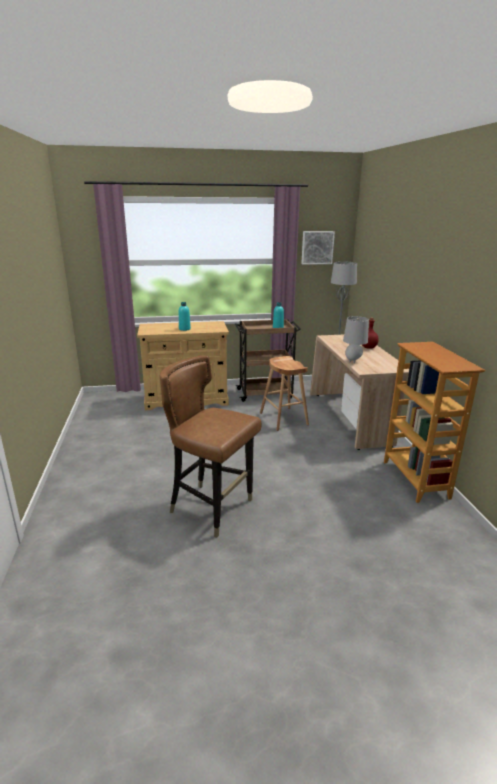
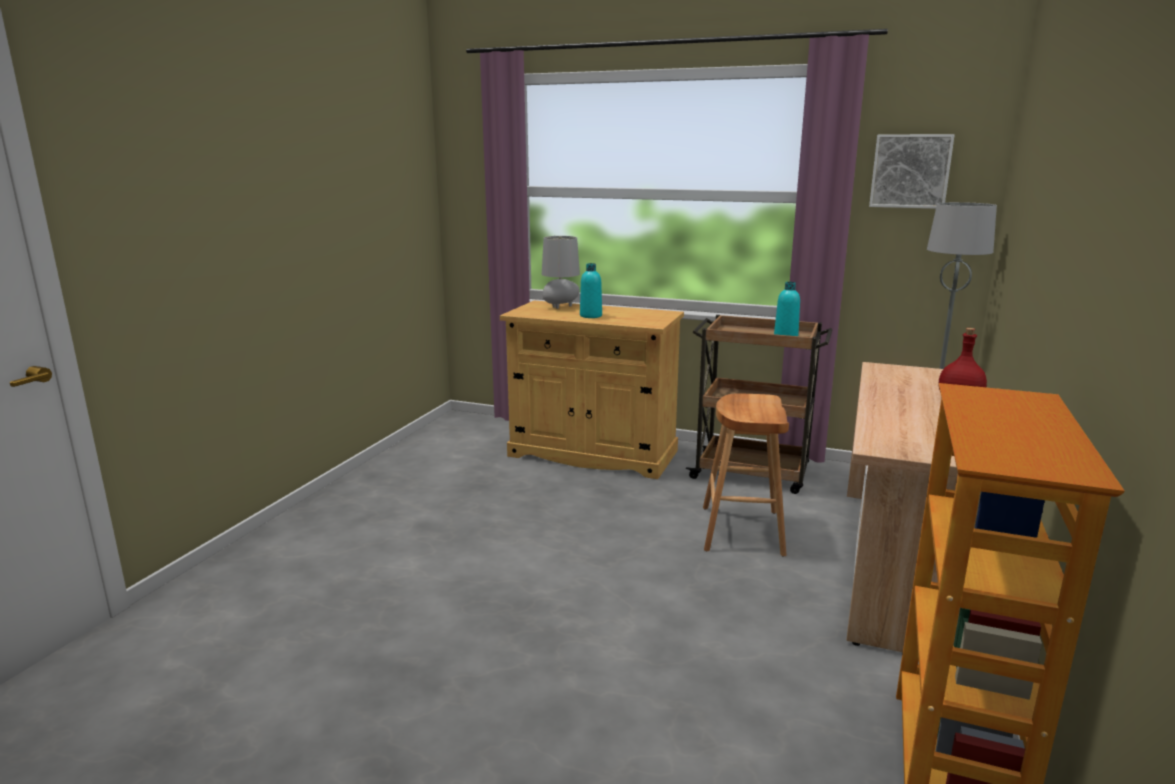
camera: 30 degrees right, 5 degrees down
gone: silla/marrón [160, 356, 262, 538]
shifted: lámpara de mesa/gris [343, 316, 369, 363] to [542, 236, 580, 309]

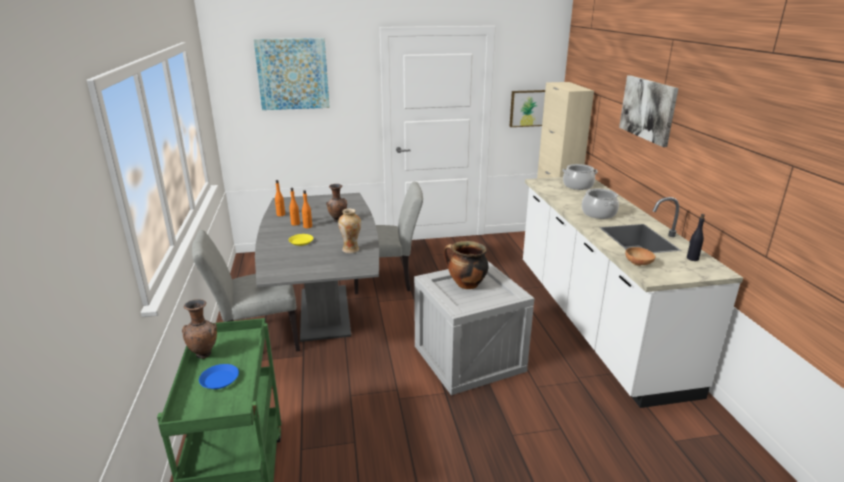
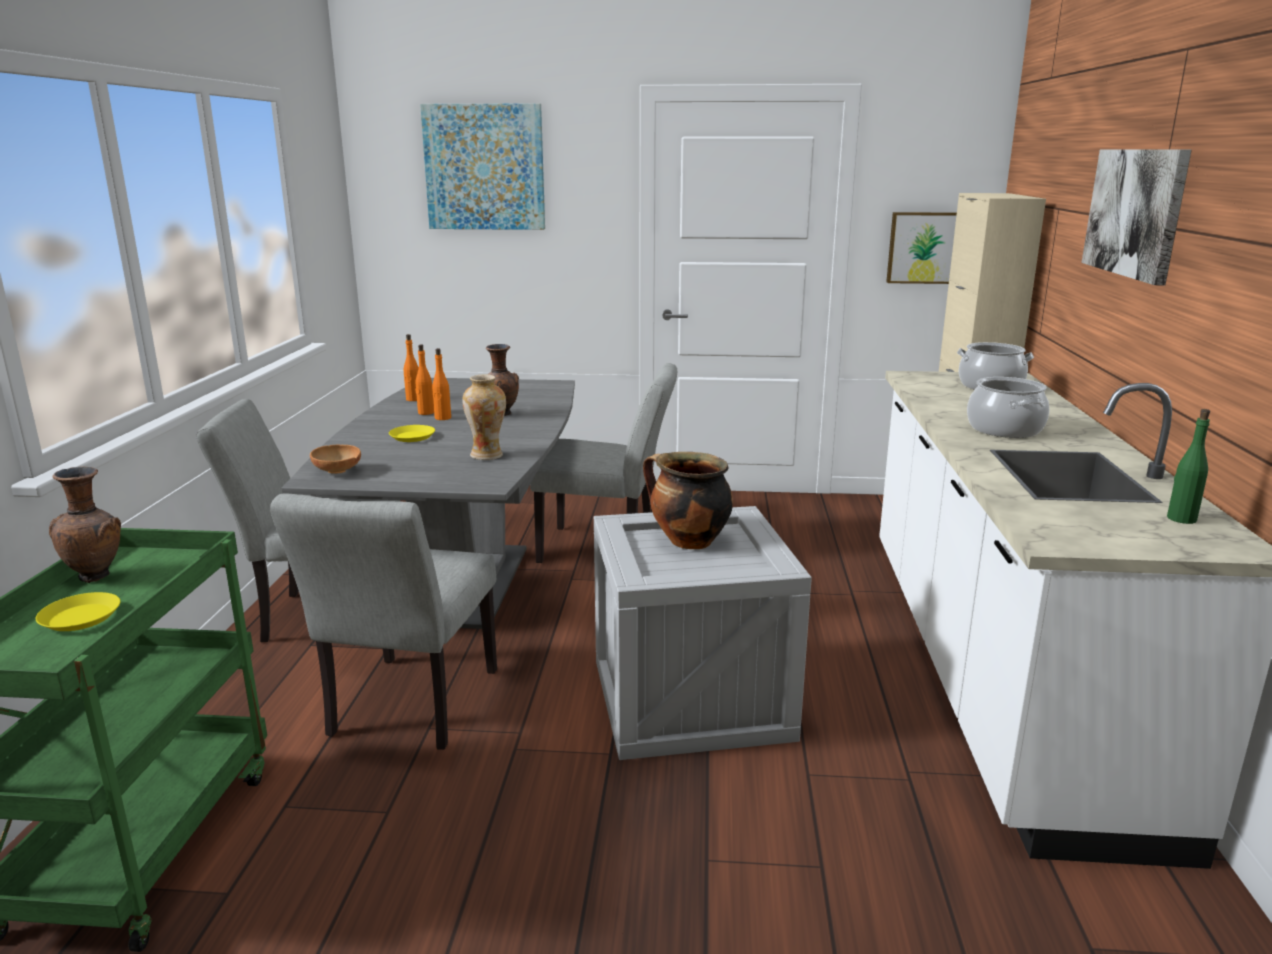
camera: 15 degrees right, 5 degrees down
new: silla/gris [270, 494, 497, 750]
shifted: cuenco/marrón [625, 247, 656, 266] to [310, 445, 361, 474]
repainted: plato/azul [199, 364, 239, 389] to plato/amarillo [36, 592, 120, 631]; botella/negro [687, 214, 705, 261] to botella/verde [1167, 409, 1210, 524]

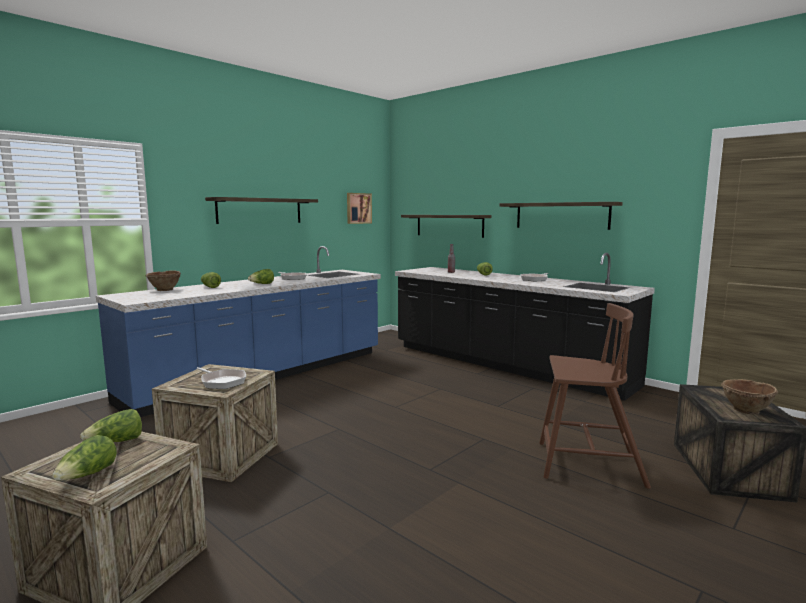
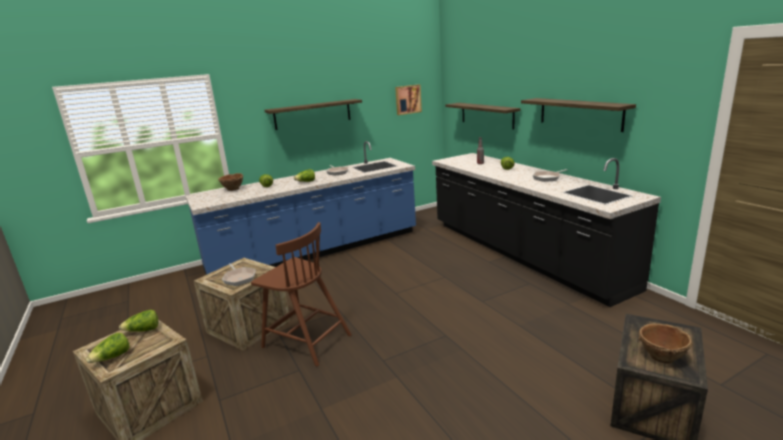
camera: 20 degrees right, 10 degrees up
shifted: silla/marrón [539, 303, 651, 489] to [251, 222, 352, 366]

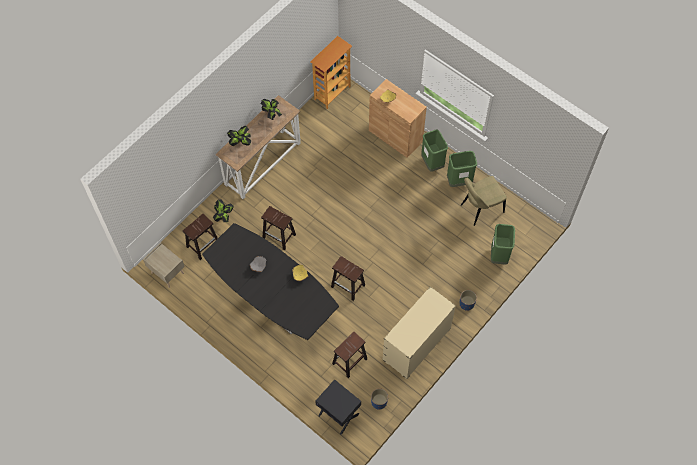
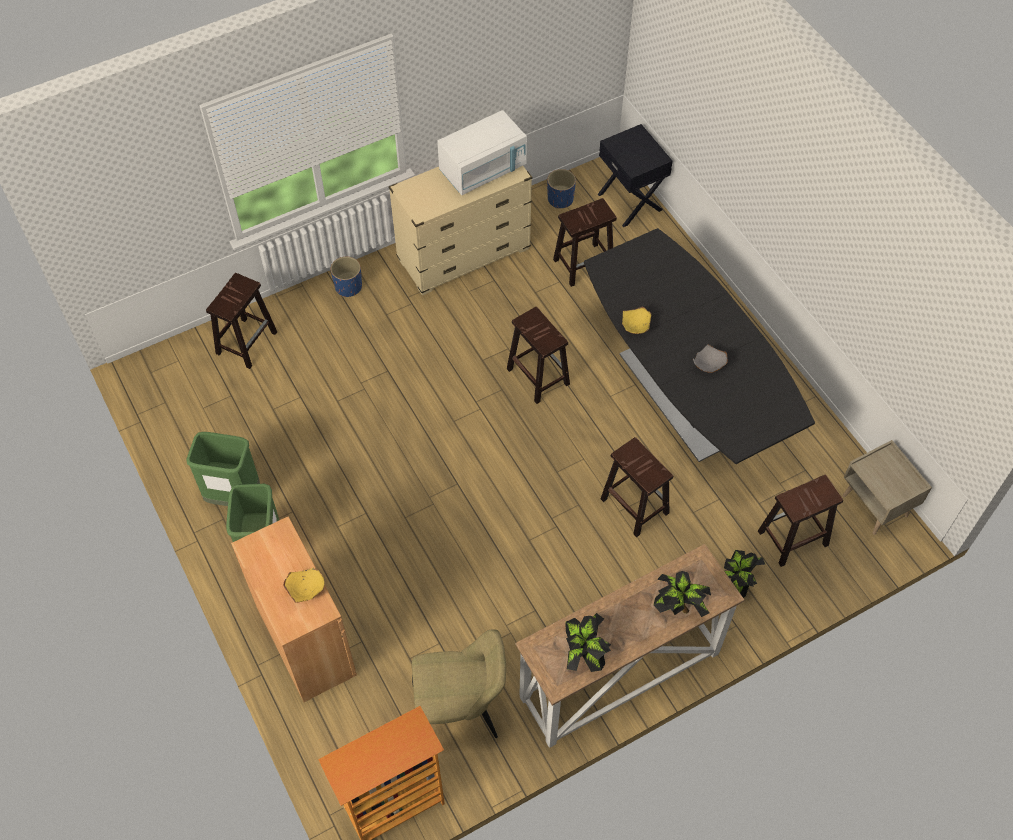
camera: 160 degrees left, 5 degrees down
new: microondas/blanco [437, 110, 527, 195]
shifted: silla/beis [461, 176, 507, 226] to [412, 629, 506, 738]
swapped: papelera/verde [491, 224, 515, 265] to taburete/marrón [206, 273, 277, 369]

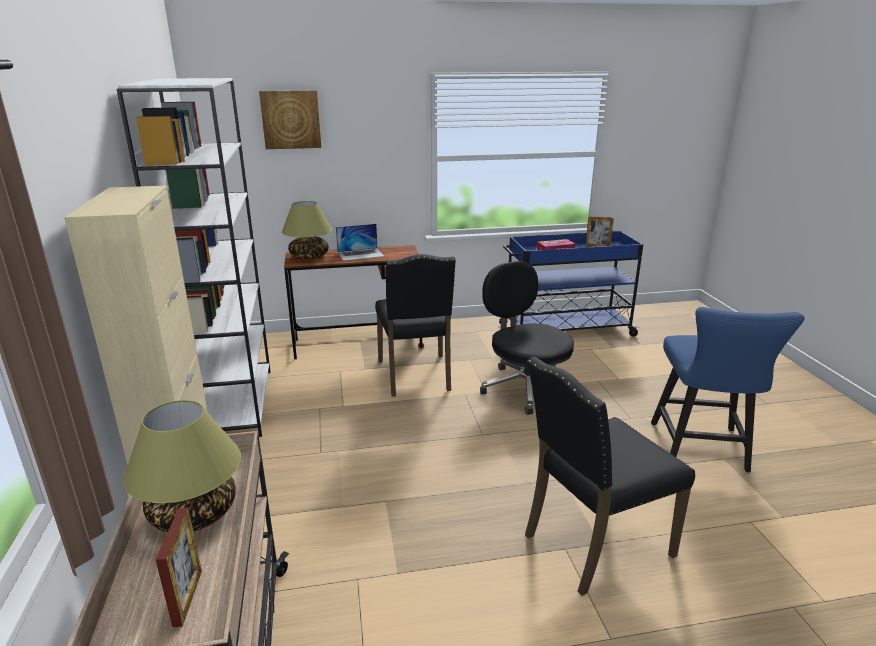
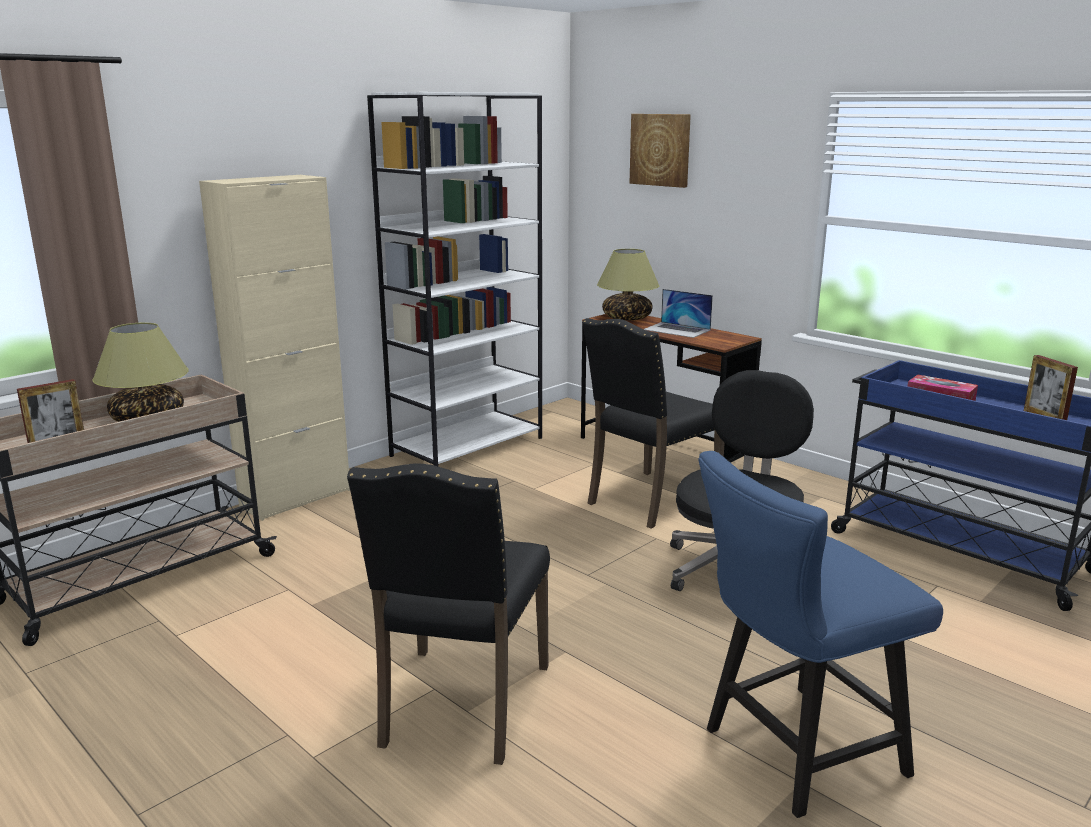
camera: 55 degrees right, 5 degrees down
rotated: silla/negro [525, 357, 695, 596] = [347, 463, 550, 765] 105 degrees counterclockwise

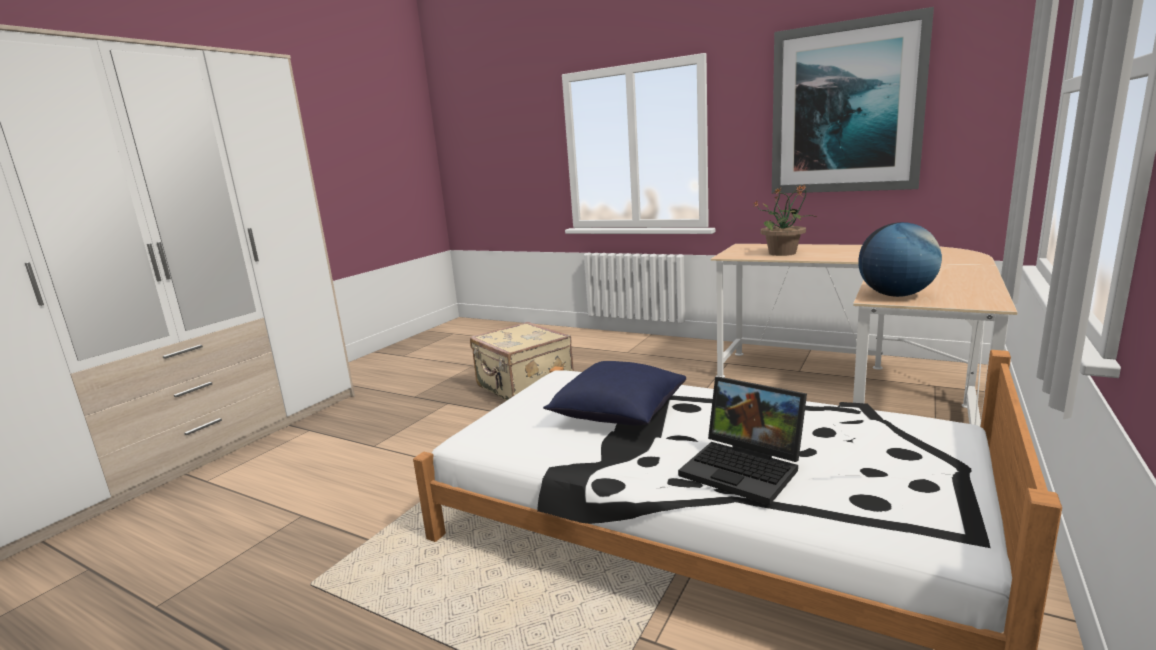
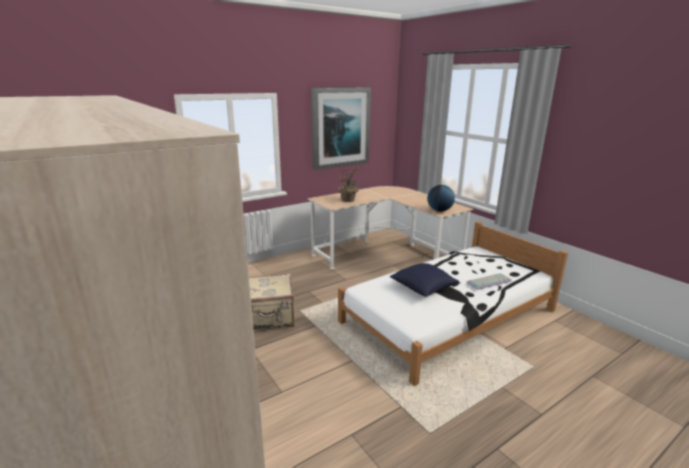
camera: 65 degrees left, 5 degrees up
swapped: portátil [678, 377, 807, 505] to teclado [466, 273, 512, 290]

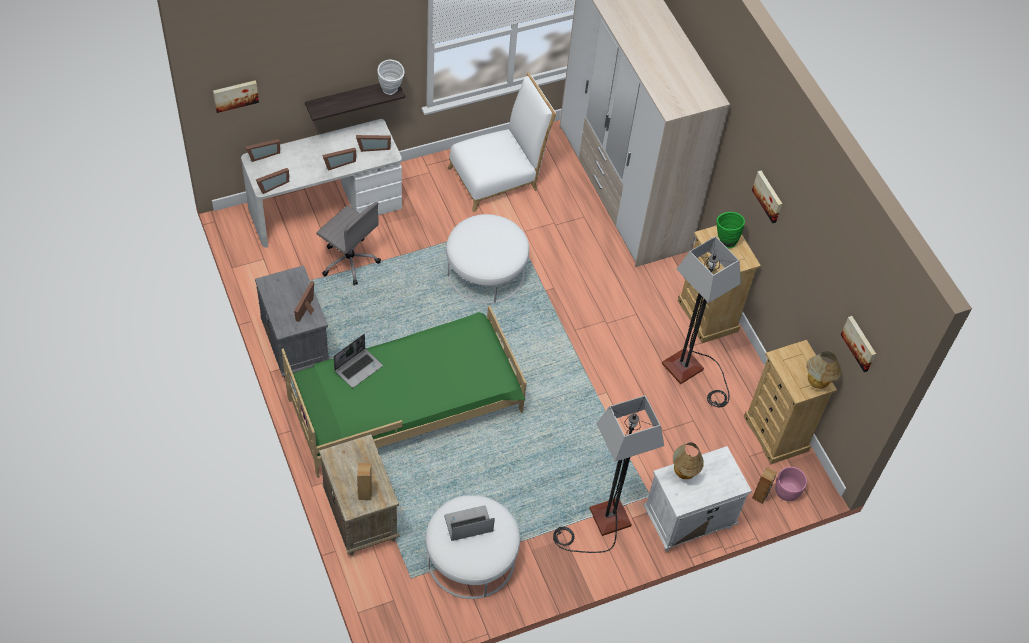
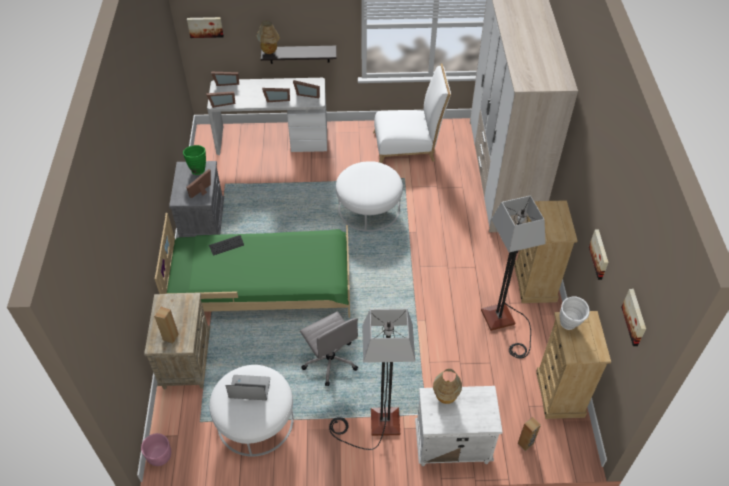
camera: 25 degrees right, 5 degrees down
shifted: silla de oficina/gris [316, 202, 381, 285] to [300, 311, 358, 386]; florero/blanco [377, 60, 405, 95] to [560, 296, 590, 330]; florero/verde [716, 212, 745, 249] to [183, 145, 206, 175]; cuadro [752, 171, 782, 223] to [589, 229, 609, 280]; maceta/rosa [775, 467, 807, 501] to [141, 433, 171, 466]; lámpara de mesa [806, 351, 841, 389] to [256, 21, 280, 54]
swapped: portátil [333, 334, 383, 388] to teclado [209, 235, 244, 255]

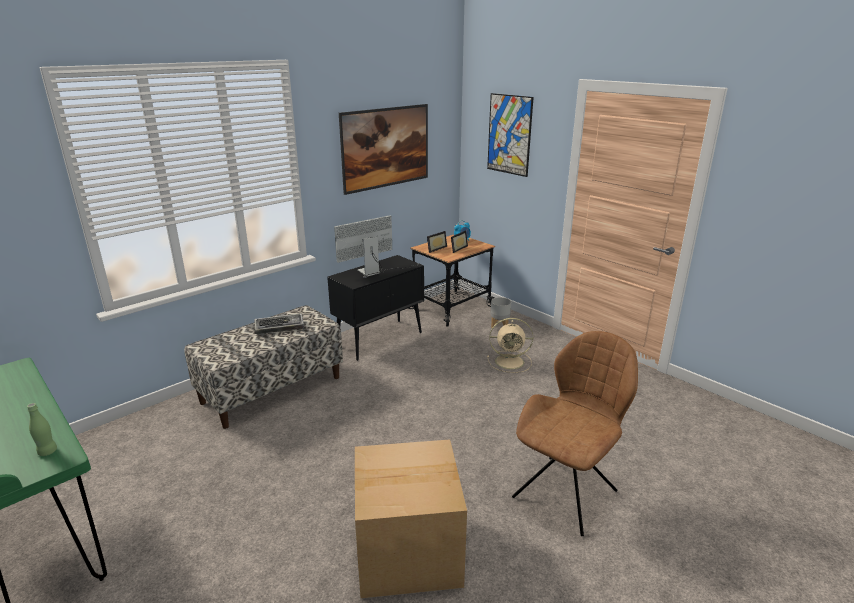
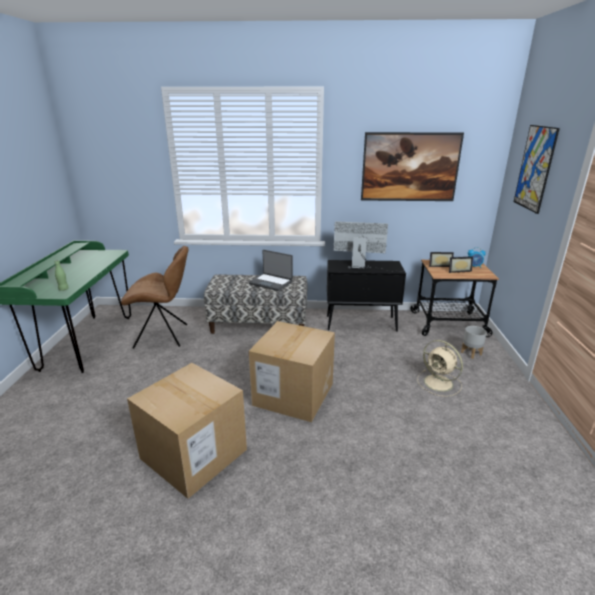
camera: 45 degrees right, 0 degrees up
new: caja de cartón [249, 321, 335, 422]
shifted: silla/marrón [512, 331, 638, 536] to [121, 246, 188, 349]
swapped: teclado [254, 313, 304, 334] to portátil [249, 250, 293, 291]

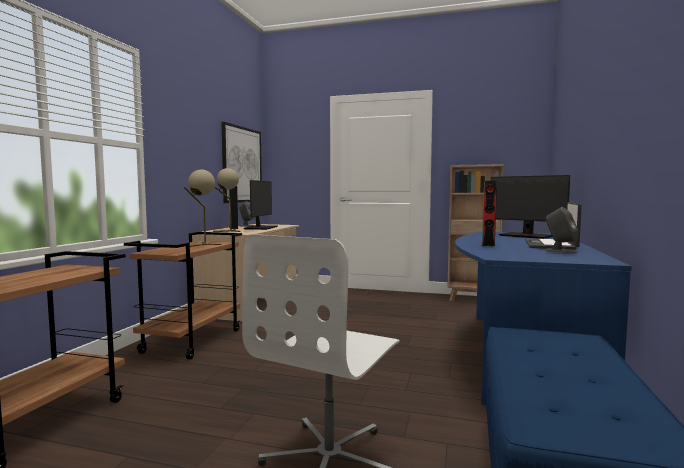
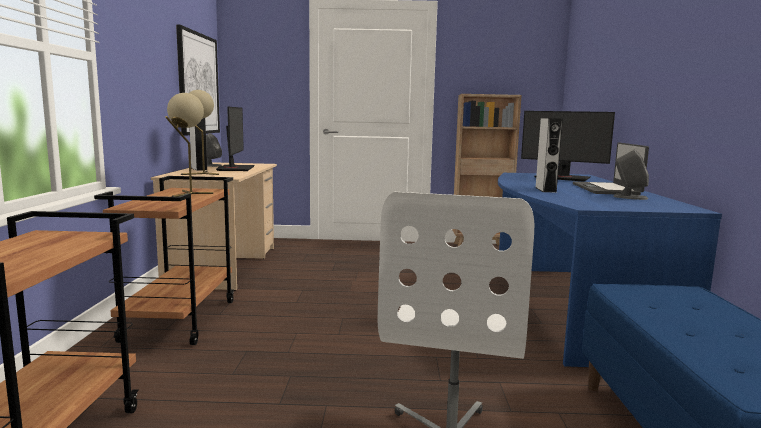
camera: 15 degrees left, 5 degrees up
repainted: altavoz/rojo [482, 181, 497, 247] to altavoz/gris [535, 118, 563, 193]

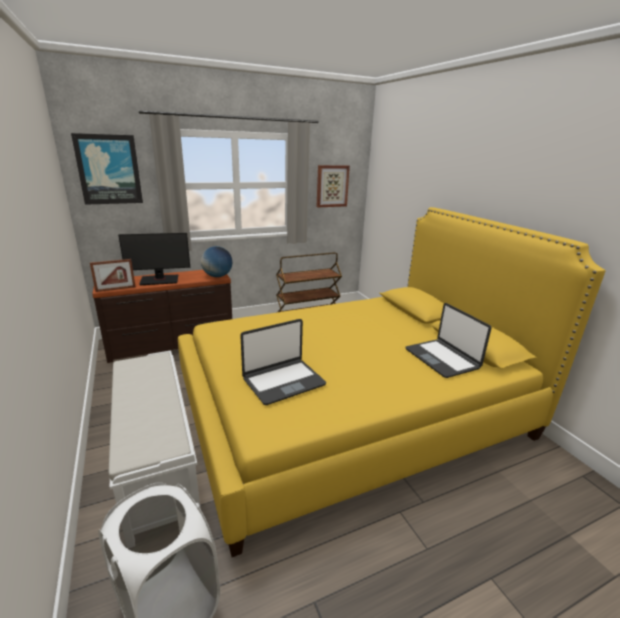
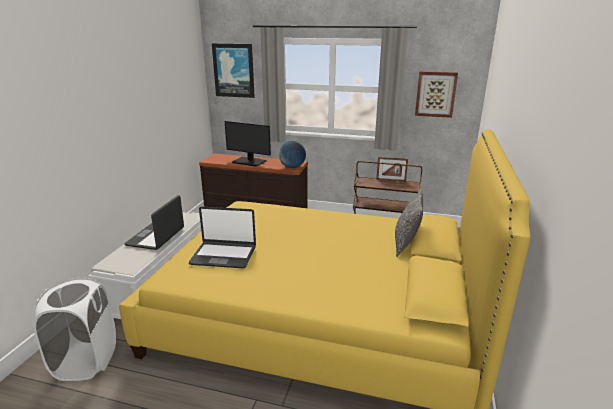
camera: 40 degrees right, 0 degrees up
new: cojín [395, 189, 423, 257]
shifted: portarretratos [90, 259, 136, 292] to [376, 157, 408, 182]; portátil [405, 303, 491, 378] to [124, 195, 184, 250]

